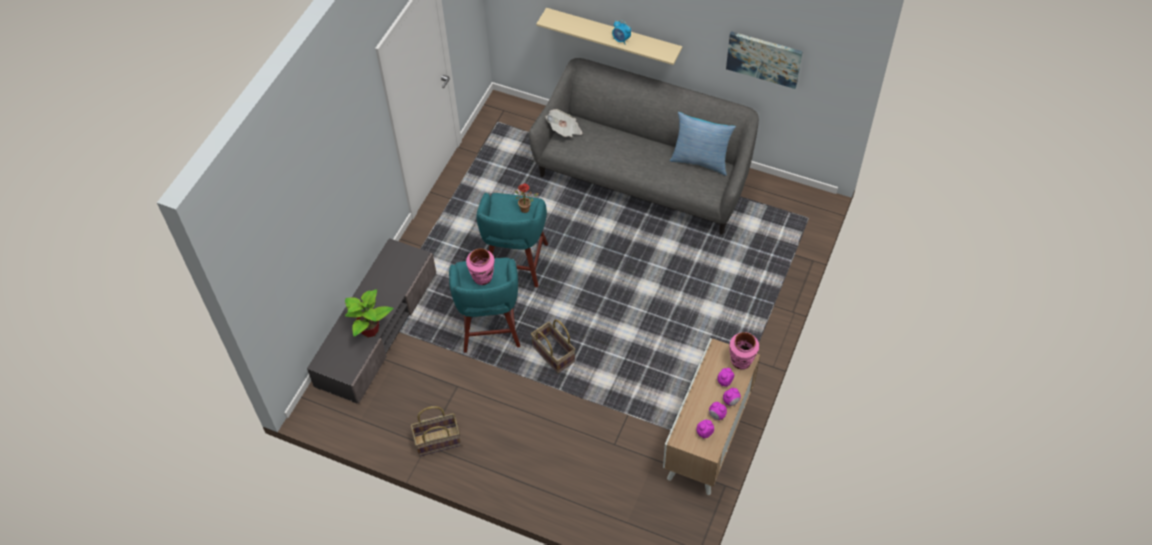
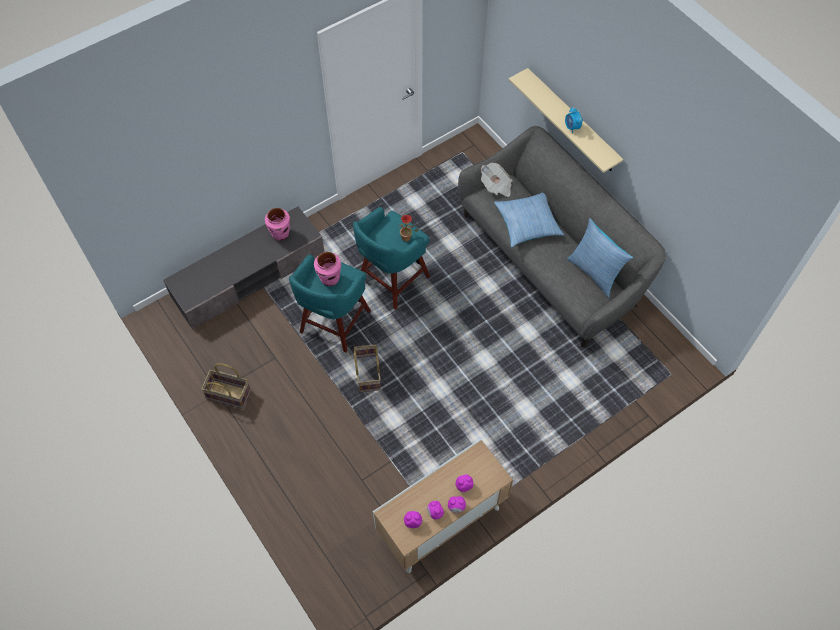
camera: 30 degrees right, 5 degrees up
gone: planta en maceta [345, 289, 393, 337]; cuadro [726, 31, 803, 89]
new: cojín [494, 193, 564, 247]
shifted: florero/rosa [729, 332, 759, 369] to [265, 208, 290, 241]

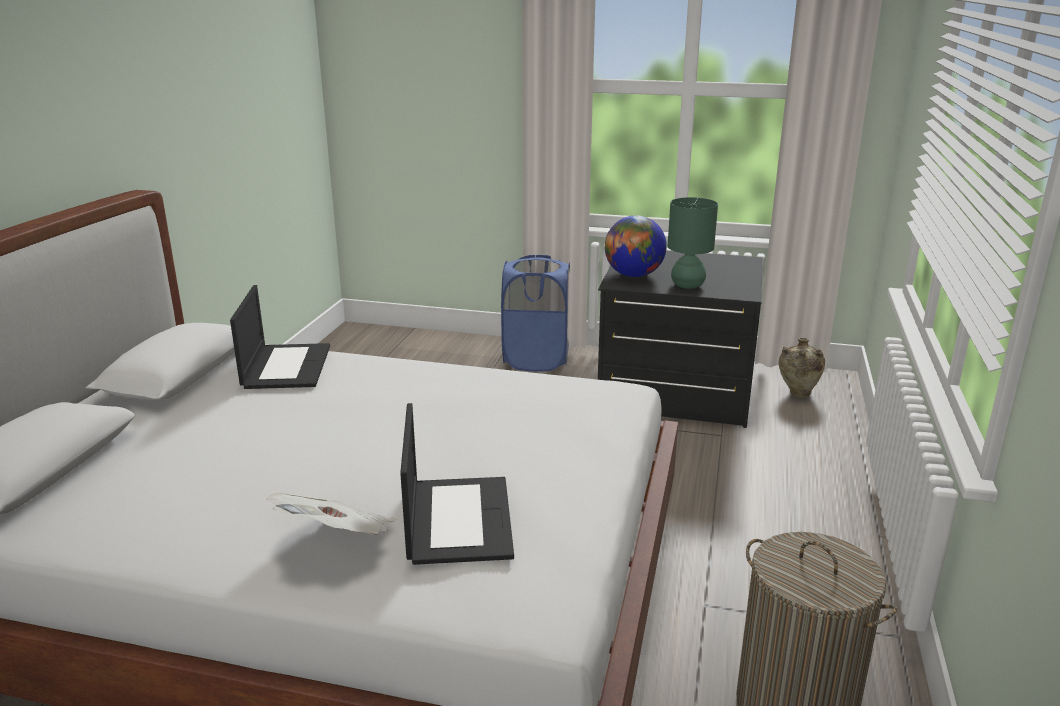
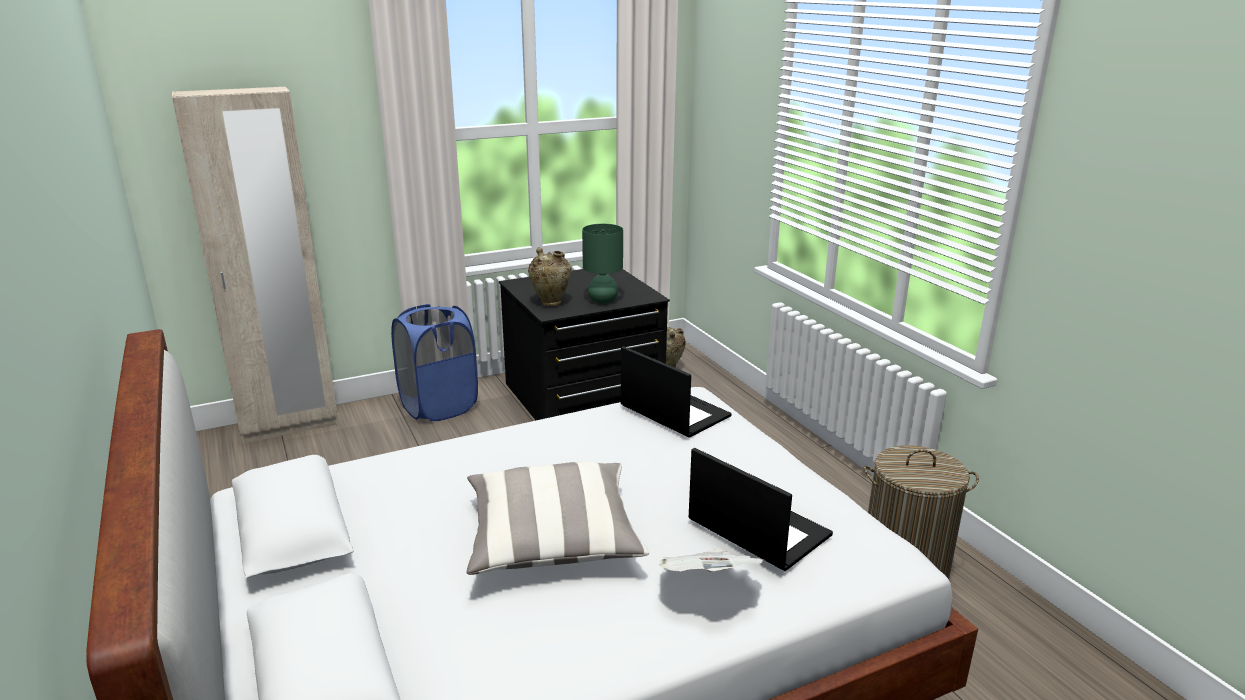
camera: 40 degrees left, 0 degrees up
new: armario ropero/beis [172, 87, 339, 444]; cojín [466, 461, 649, 575]
shifted: portátil [230, 285, 330, 389] to [621, 346, 732, 438]
swapped: globo terráqueo [605, 215, 667, 277] to florero/beis [528, 247, 572, 306]

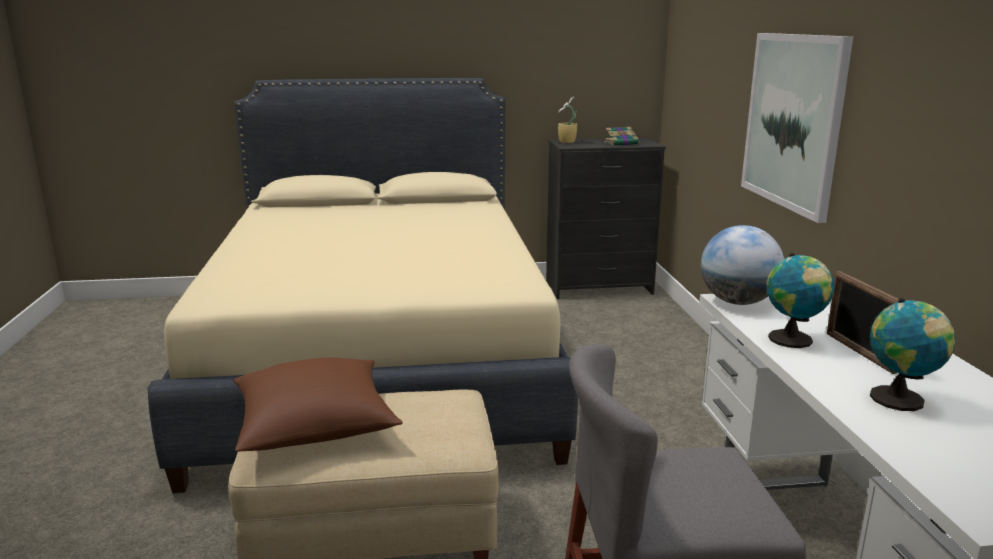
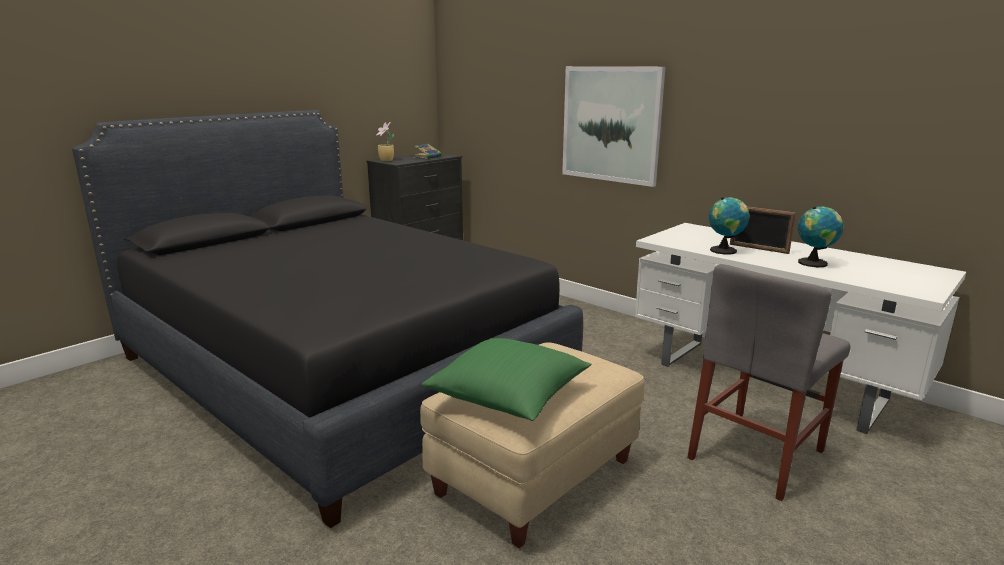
camera: 40 degrees left, 0 degrees up
gone: globo terráqueo [701, 225, 784, 305]
repainted: cama/beis [147, 78, 578, 493] to cama/negro [72, 110, 583, 528]; cojín/marrón [233, 357, 403, 452] to cojín/verde [421, 338, 591, 421]

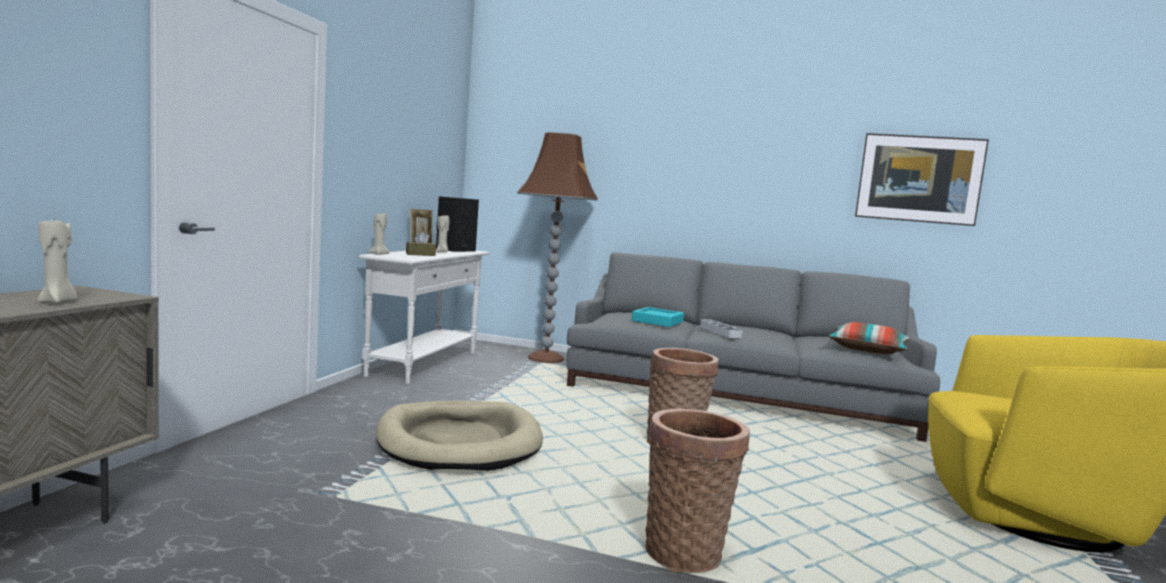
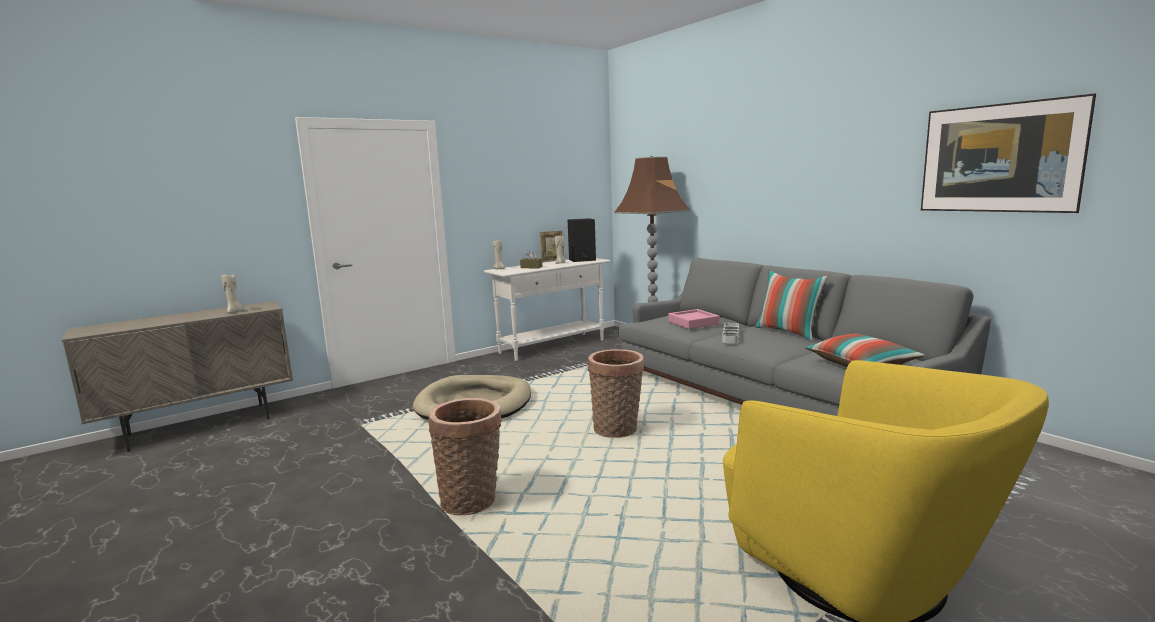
camera: 40 degrees right, 5 degrees up
new: cojín [755, 270, 827, 340]
repainted: bandeja/turquesa [632, 307, 684, 327] to bandeja/rosa [668, 309, 720, 329]

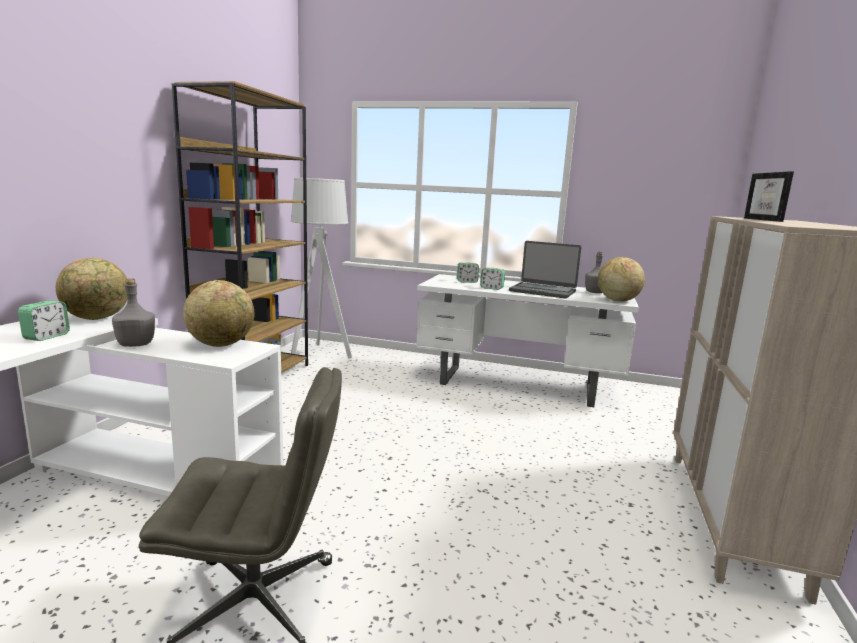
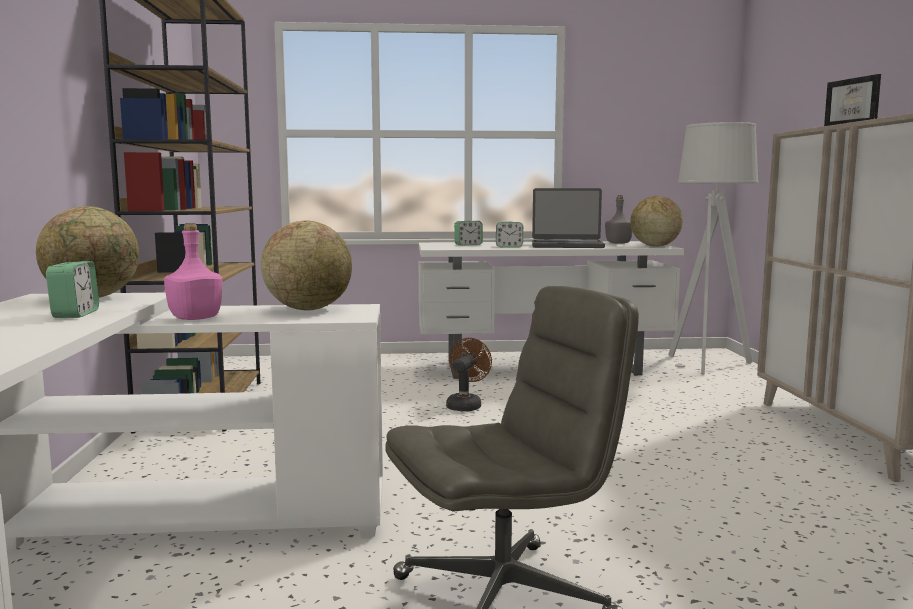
camera: 20 degrees left, 5 degrees down
new: ventilador/marrón [446, 338, 492, 411]
shifted: lámpara de pie/gris [291, 178, 352, 359] to [668, 122, 759, 375]
repainted: botella/gris [112, 278, 155, 347] to botella/rosa [164, 223, 222, 320]

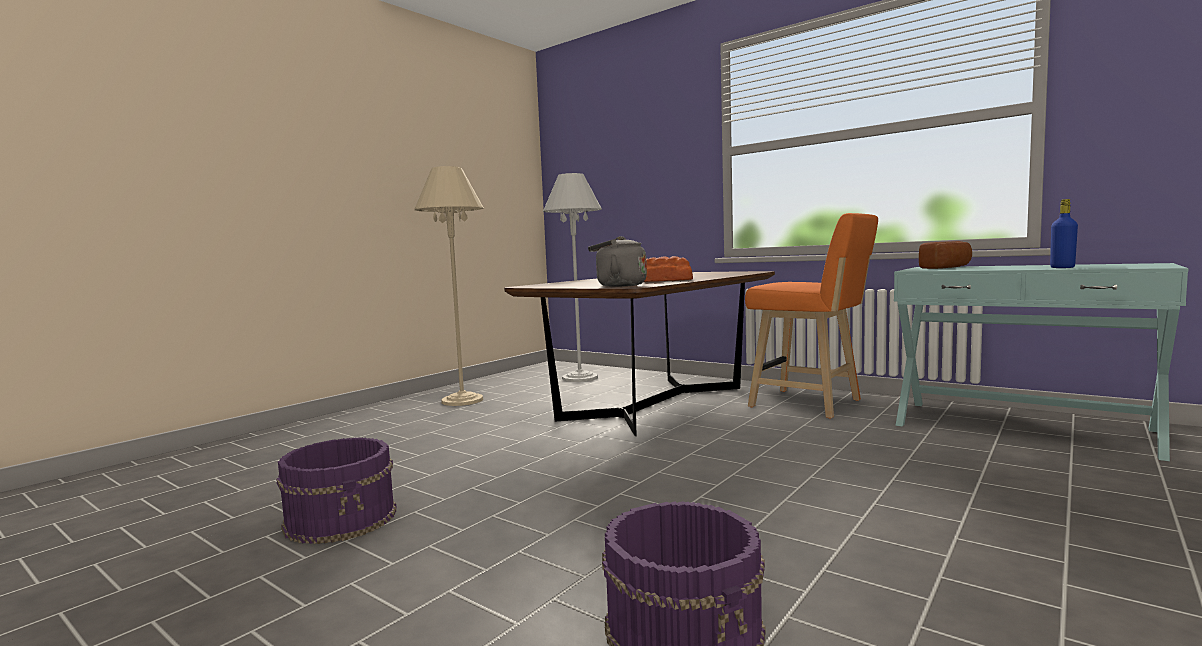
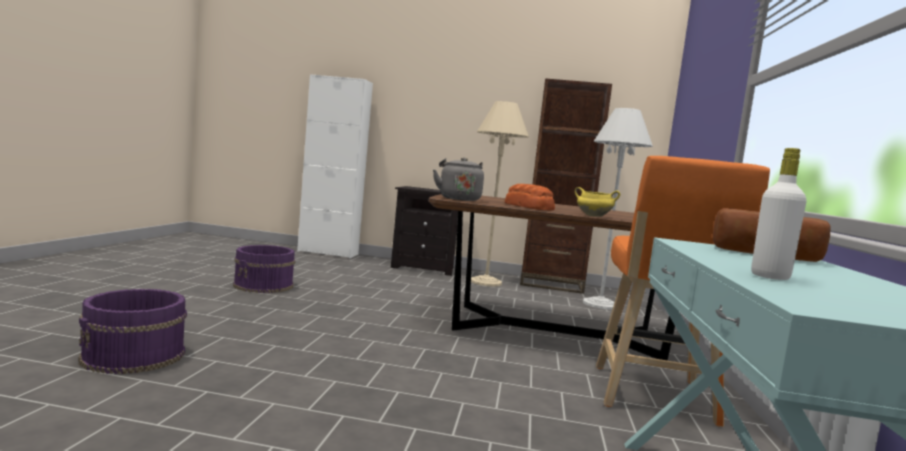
camera: 60 degrees right, 0 degrees up
new: armario/blanco [297, 74, 373, 258]; mesita de noche/negro [391, 186, 458, 276]; estantería/marrón [520, 78, 612, 294]; olla/amarillo [575, 187, 620, 217]
repainted: botella/azul [1050, 199, 1078, 268] to botella/blanco [751, 148, 807, 280]

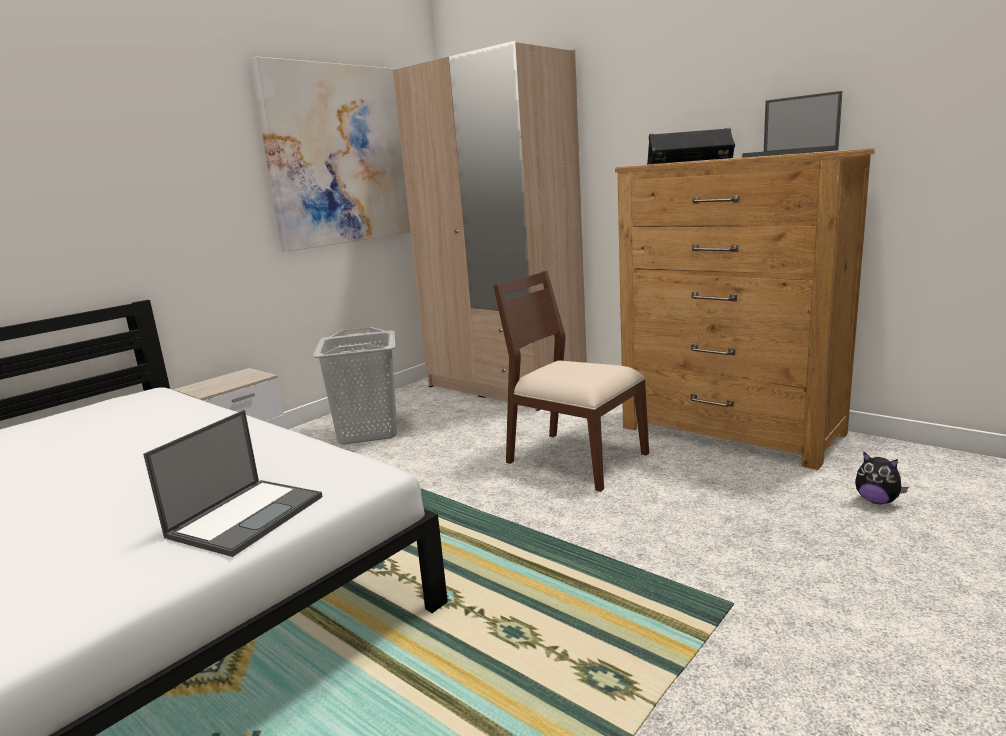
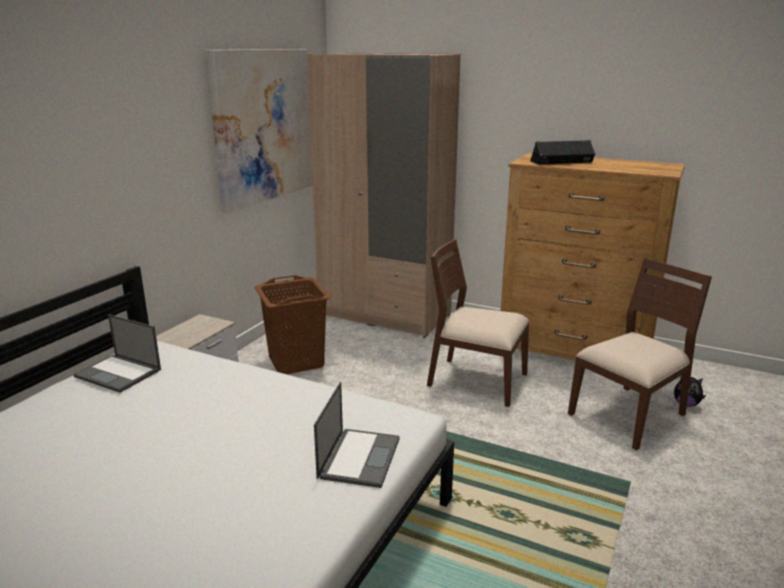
camera: 15 degrees left, 5 degrees up
new: silla/marrón [568, 258, 712, 450]
shifted: portátil [742, 91, 842, 158] to [73, 314, 161, 393]
repainted: cesto de la ropa/gris [313, 327, 397, 445] to cesto de la ropa/marrón [254, 275, 331, 374]

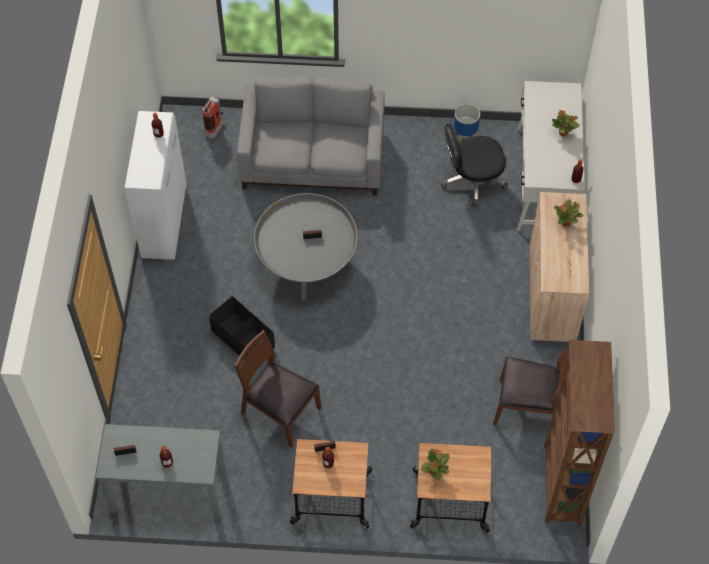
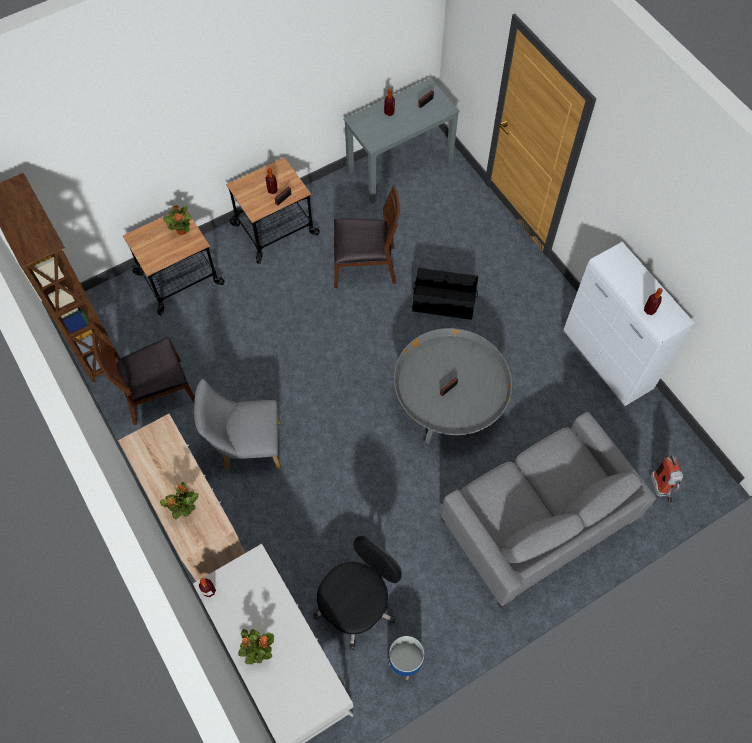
camera: 145 degrees right, 5 degrees up
new: silla/gris [194, 379, 281, 470]

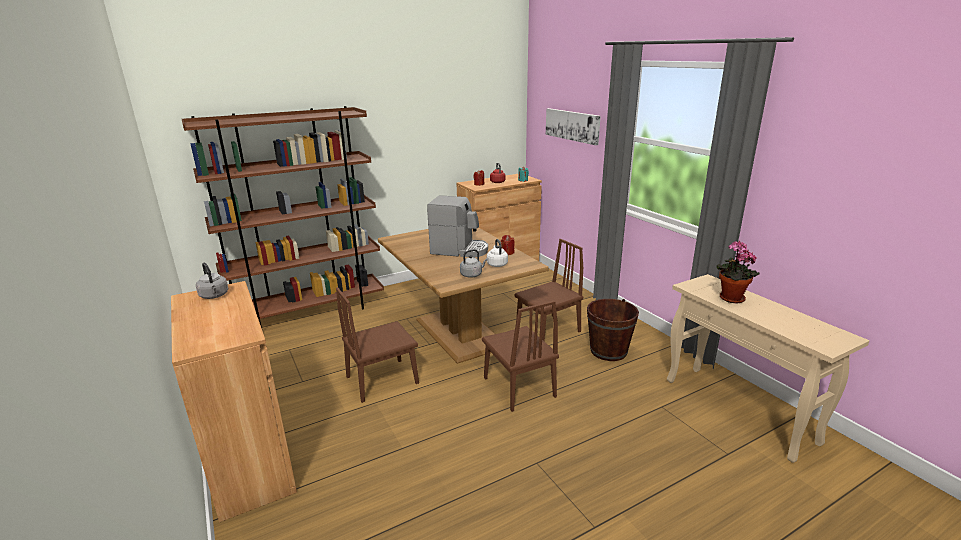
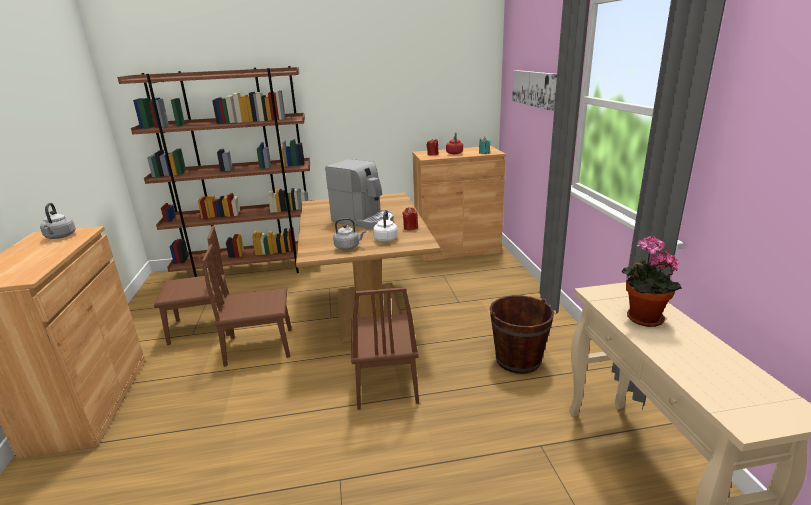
camera: 20 degrees right, 0 degrees up
shifted: silla/marrón [515, 239, 583, 341] to [154, 226, 230, 345]

